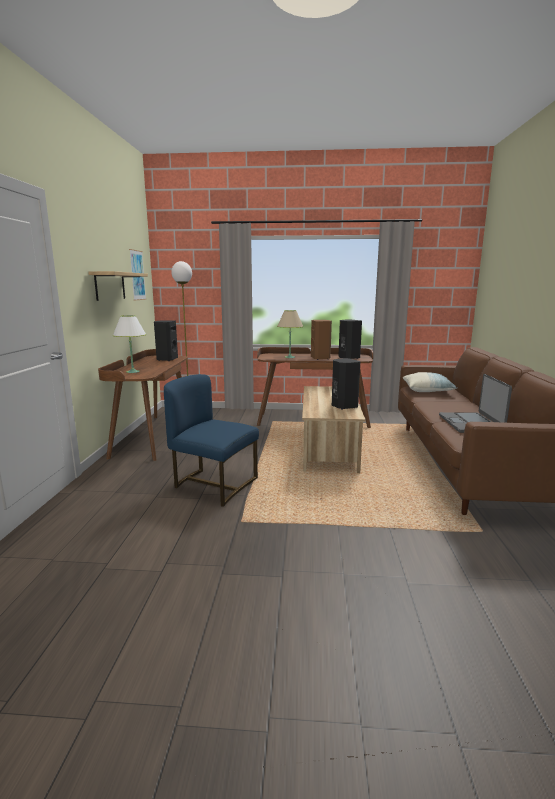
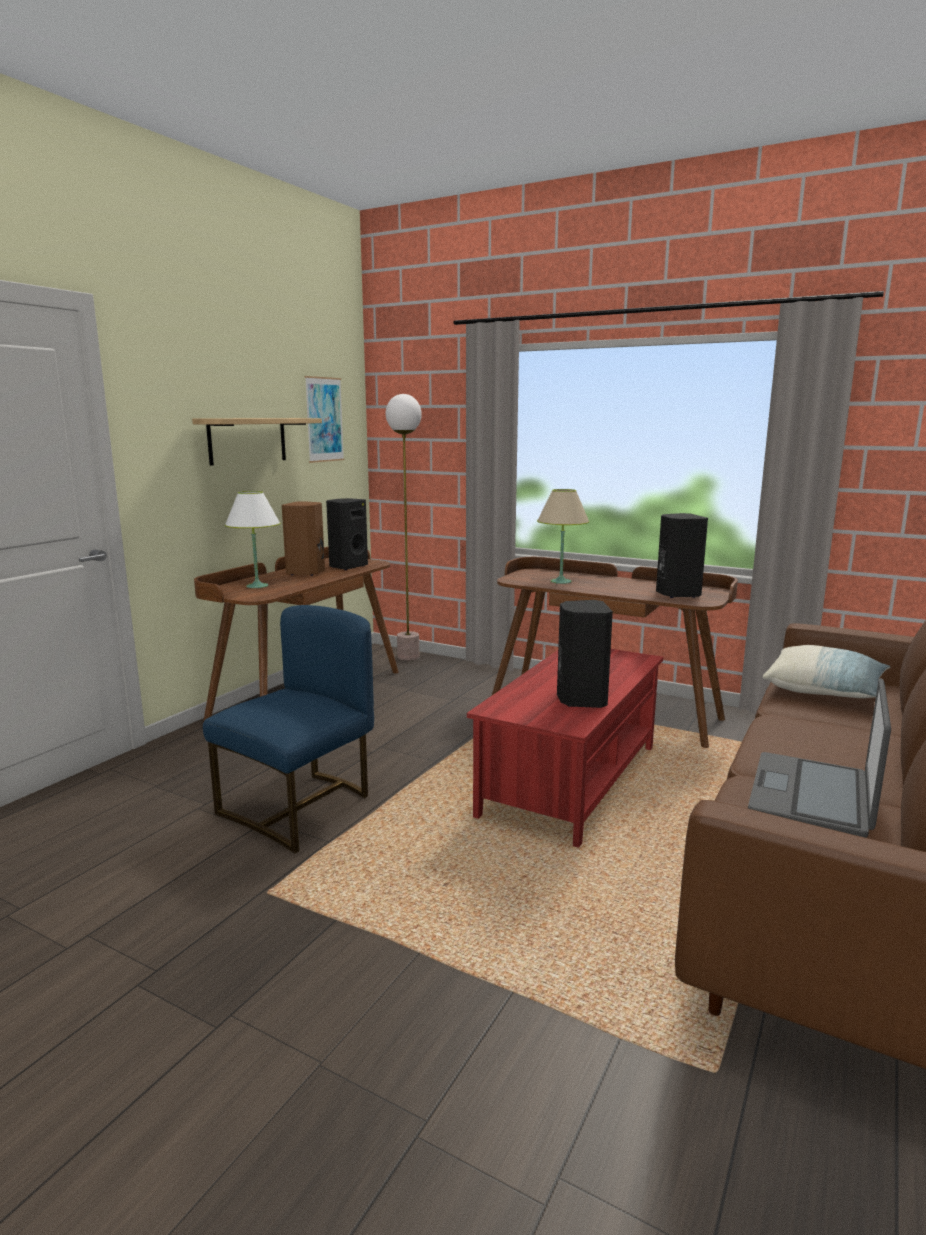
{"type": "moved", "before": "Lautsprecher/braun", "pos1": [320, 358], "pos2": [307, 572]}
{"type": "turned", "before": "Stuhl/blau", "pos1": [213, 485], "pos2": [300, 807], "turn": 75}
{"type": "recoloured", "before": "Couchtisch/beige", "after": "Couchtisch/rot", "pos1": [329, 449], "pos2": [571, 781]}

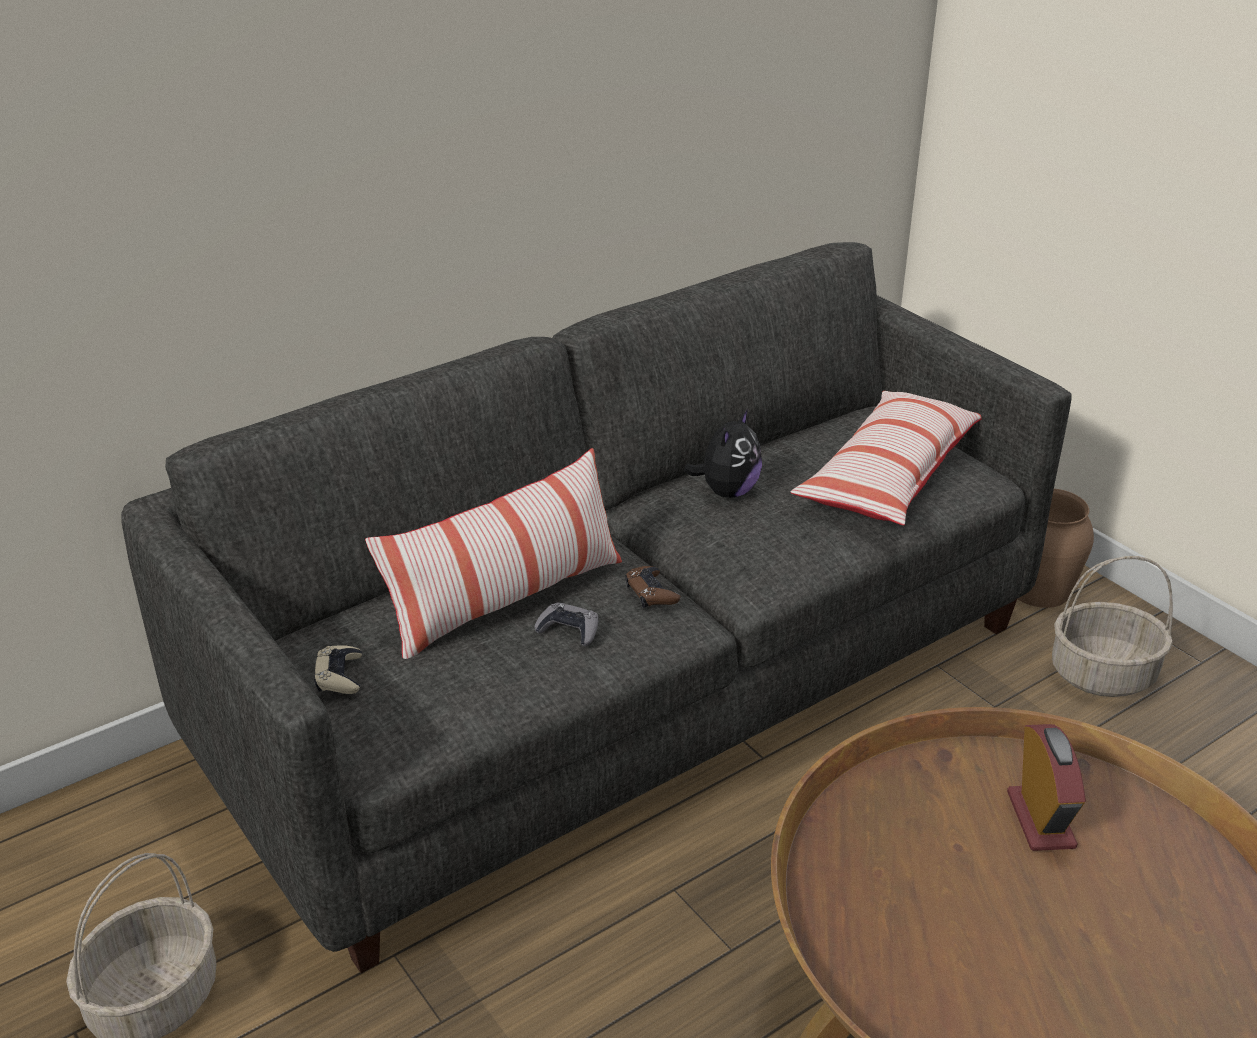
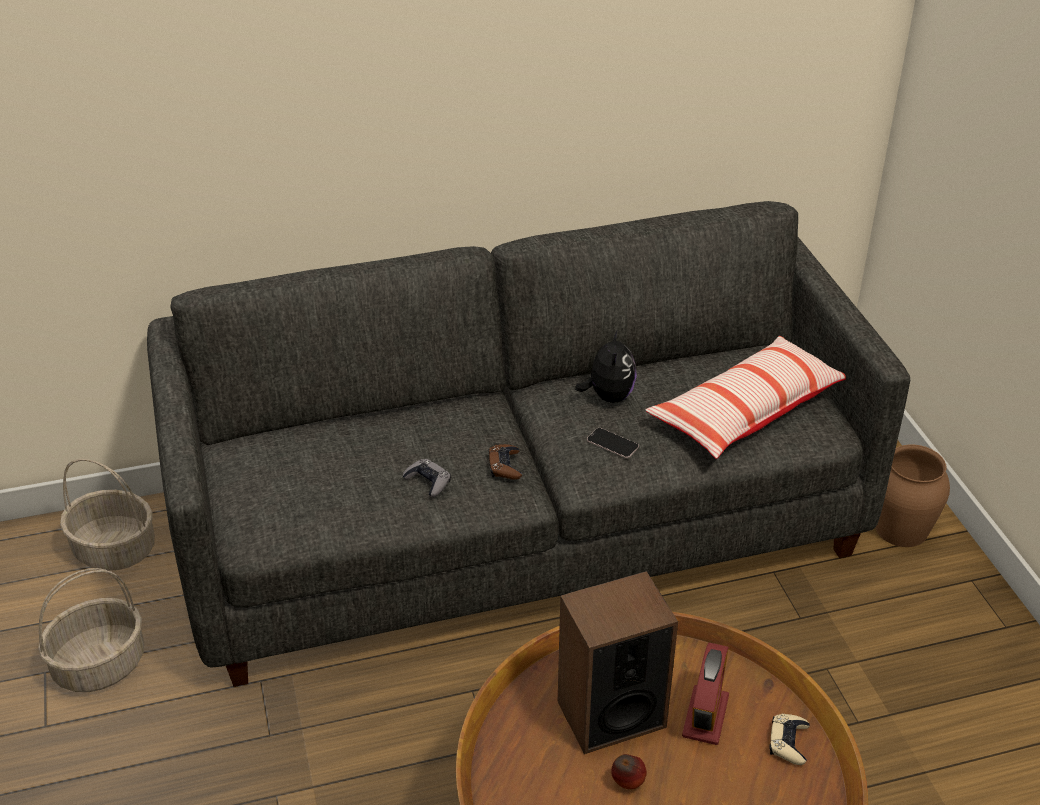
{"type": "turned", "before": "Plüschtier", "pos1": [727, 491], "pos2": [608, 396], "turn": -45}
{"type": "removed", "before": "Kissen", "pos1": [506, 602]}
{"type": "moved", "before": "Korb", "pos1": [1101, 675], "pos2": [113, 550]}
{"type": "moved", "before": "Gamepad/beige", "pos1": [339, 676], "pos2": [788, 742]}
{"type": "added", "after": "Handy", "pos2": [612, 443]}
{"type": "added", "after": "Lautsprecher", "pos2": [610, 714]}
{"type": "added", "after": "Apfel", "pos2": [627, 783]}

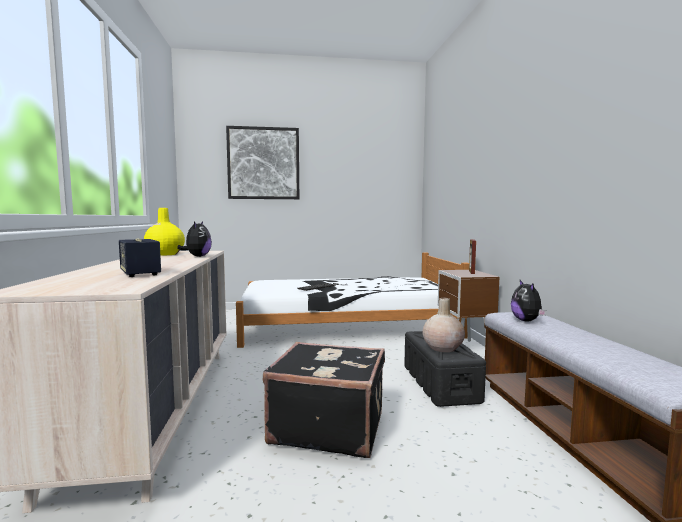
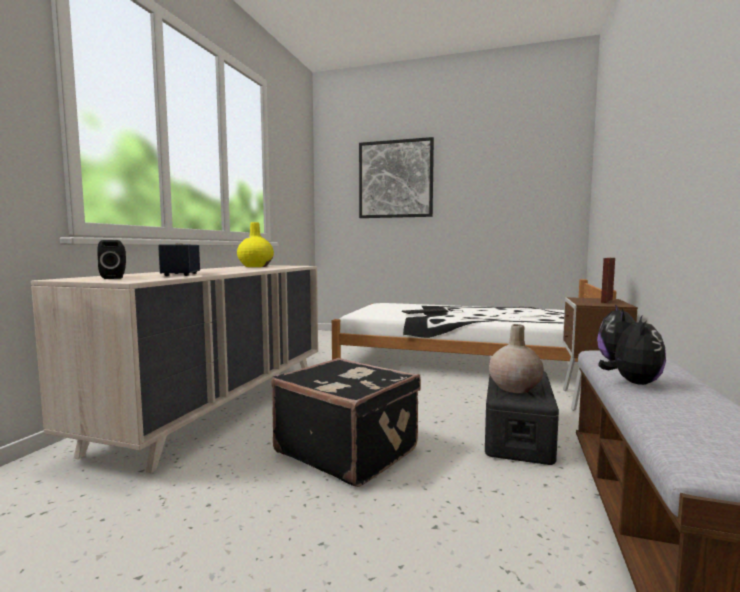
{"type": "moved", "before": "Plüschtier", "pos1": [197, 256], "pos2": [633, 382]}
{"type": "added", "after": "Lautsprecher/schwarz", "pos2": [115, 278]}

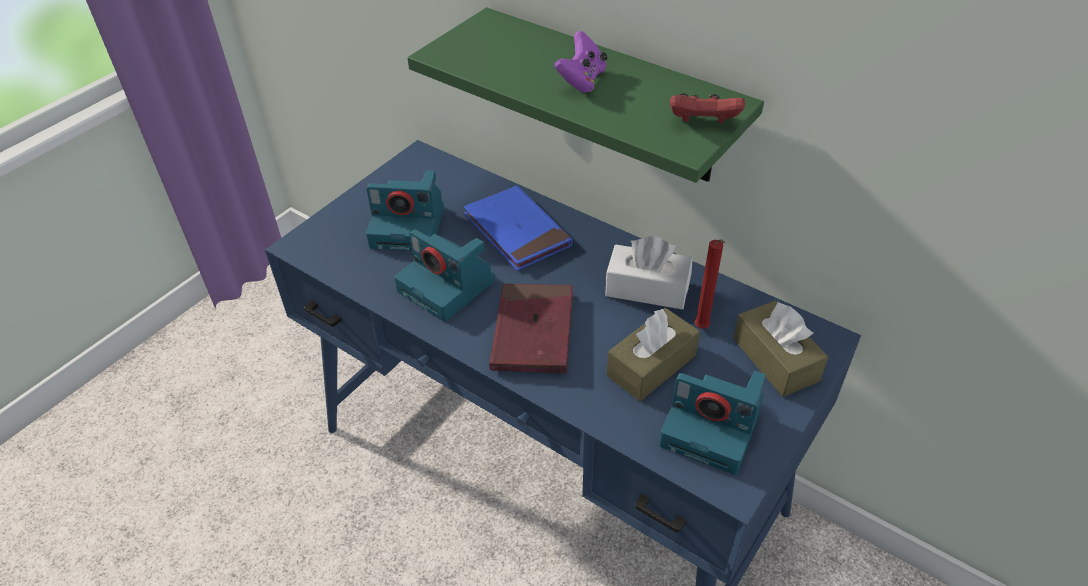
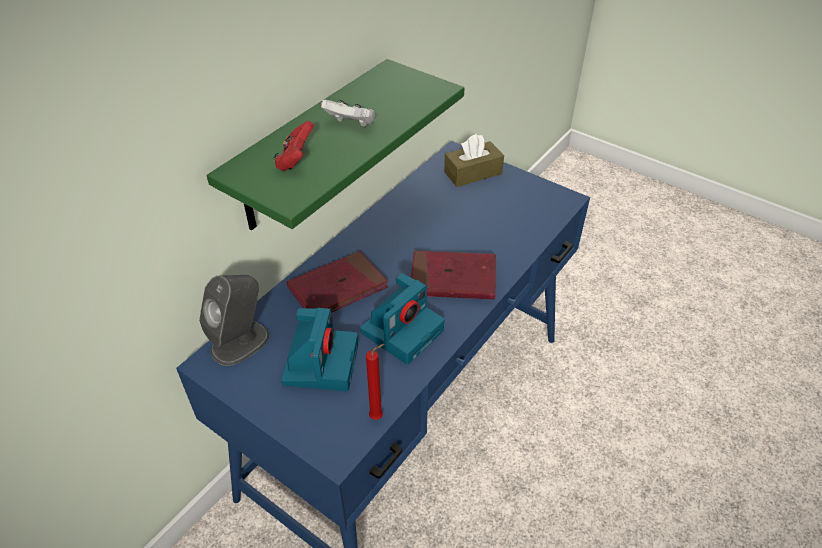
{"type": "recoloured", "before": "Gamepad/lila", "after": "Gamepad/weiß", "pos1": [582, 80], "pos2": [351, 125]}
{"type": "moved", "before": "Gamepad/rot", "pos1": [703, 124], "pos2": [295, 160]}
{"type": "recoloured", "before": "Buch/blau", "after": "Buch/rot", "pos1": [517, 231], "pos2": [338, 288]}
{"type": "removed", "before": "Taschentuchbox/weiß", "pos1": [647, 288]}
{"type": "moved", "before": "Kerze/rot", "pos1": [702, 329], "pos2": [378, 416]}
{"type": "removed", "before": "Taschentuchbox/braun", "pos1": [651, 365]}
{"type": "removed", "before": "Kamera", "pos1": [713, 427]}
{"type": "added", "after": "Lautsprecher/grau", "pos2": [241, 342]}

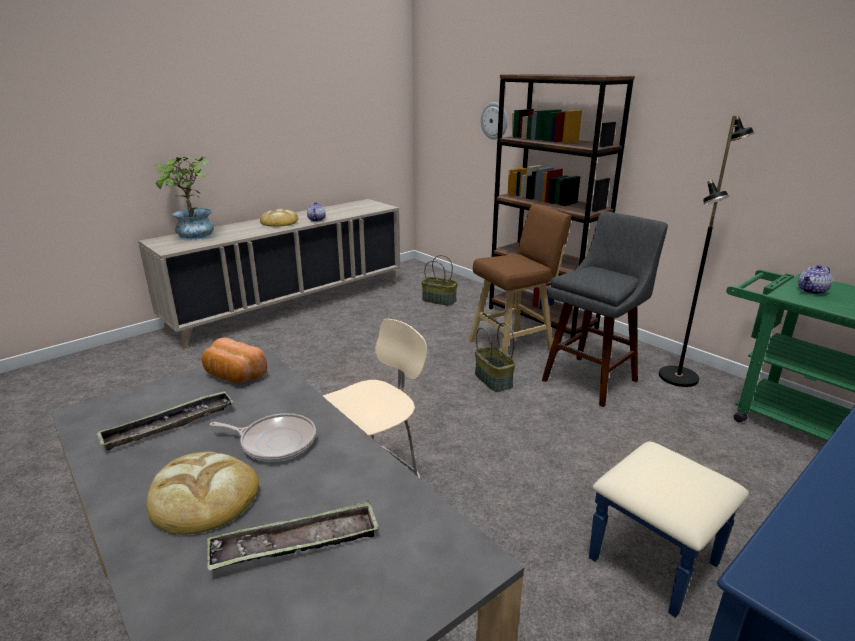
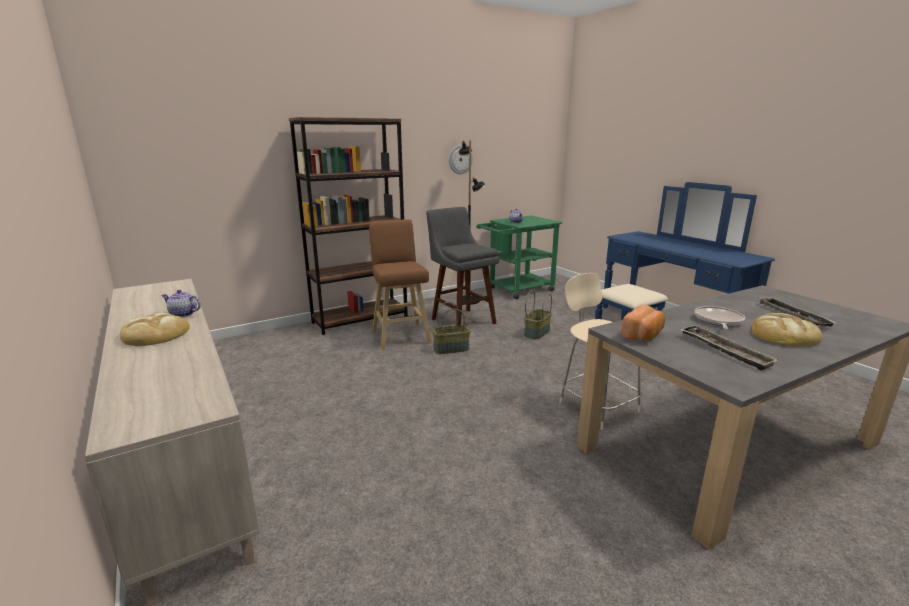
{"type": "moved", "before": "Wanduhr", "pos1": [494, 120], "pos2": [460, 159]}
{"type": "removed", "before": "Topfpflanze", "pos1": [193, 237]}
{"type": "moved", "before": "Korb", "pos1": [439, 300], "pos2": [536, 332]}

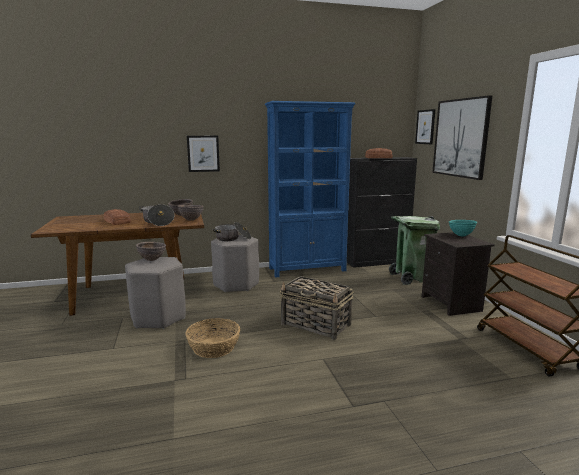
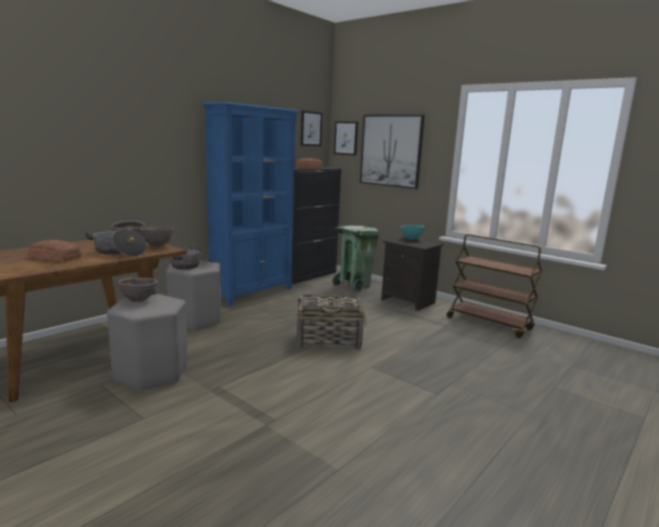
{"type": "moved", "before": "Bild", "pos1": [203, 153], "pos2": [311, 129]}
{"type": "removed", "before": "Korb", "pos1": [213, 347]}

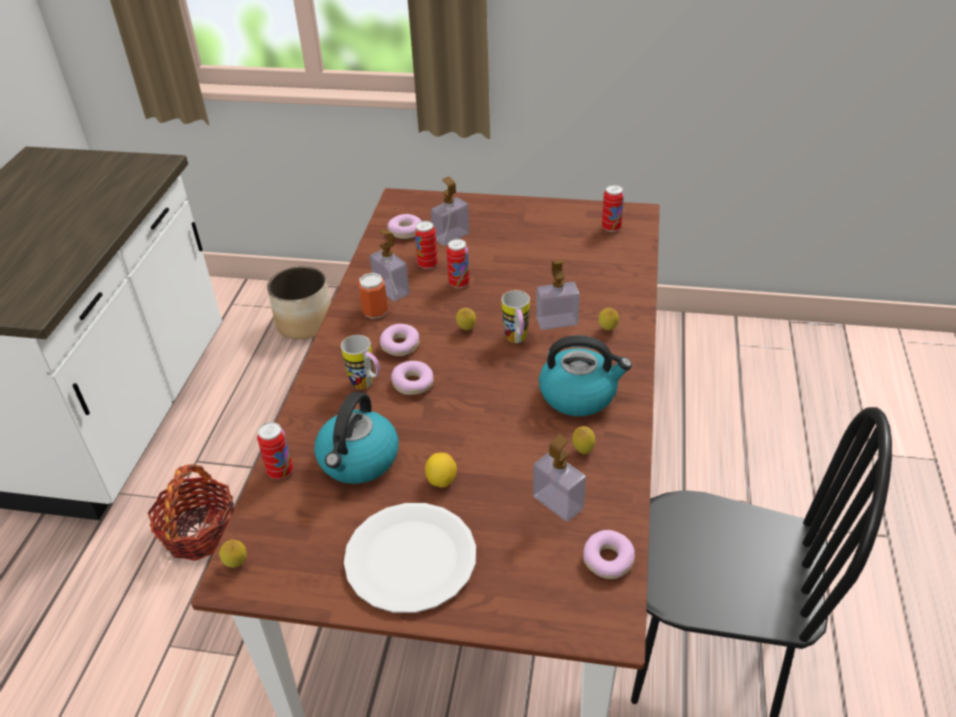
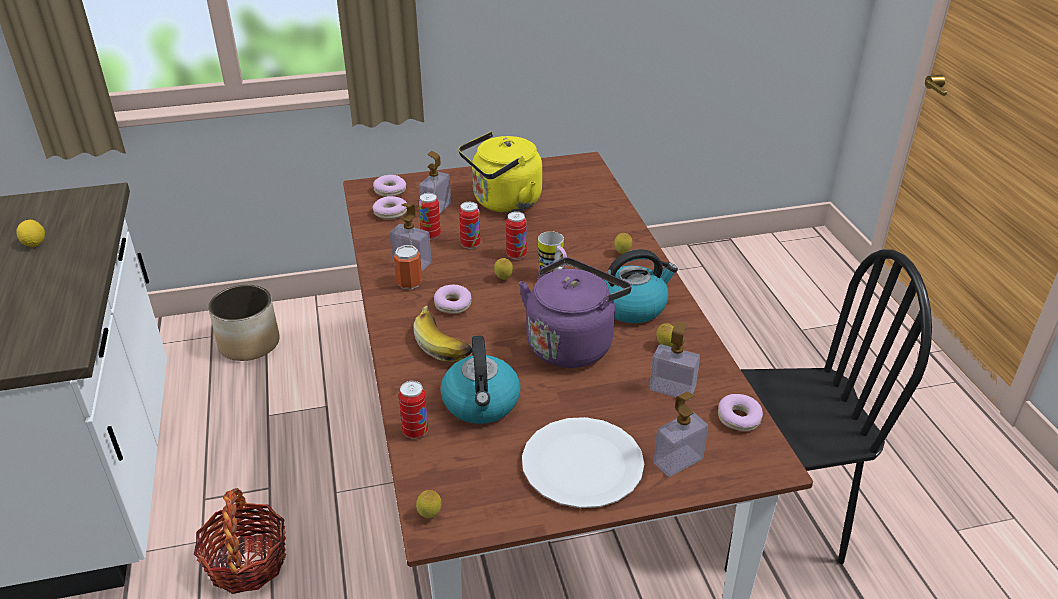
{"type": "moved", "before": "Dose", "pos1": [611, 228], "pos2": [516, 255]}
{"type": "moved", "before": "Seifenspender", "pos1": [557, 321], "pos2": [678, 461]}
{"type": "replaced", "before": "Henkelbecher", "after": "Banane", "pos1": [367, 385], "pos2": [445, 343]}
{"type": "moved", "before": "Donut", "pos1": [413, 383], "pos2": [390, 191]}
{"type": "moved", "before": "Zitrone", "pos1": [441, 480], "pos2": [34, 244]}
{"type": "added", "after": "Wasserkessel/gelb", "pos2": [503, 202]}
{"type": "added", "after": "Wasserkessel/lila", "pos2": [572, 343]}

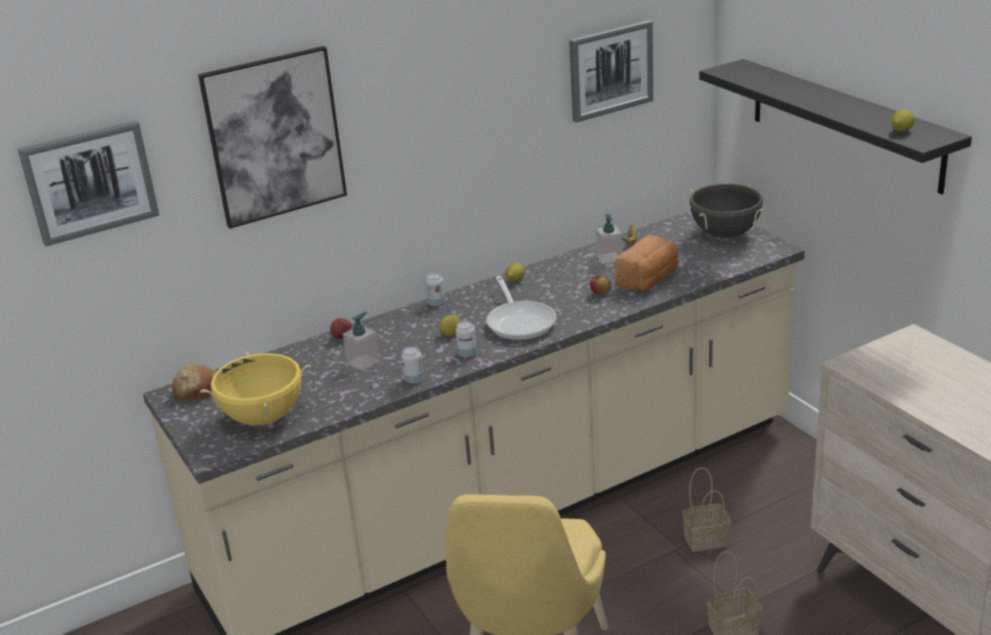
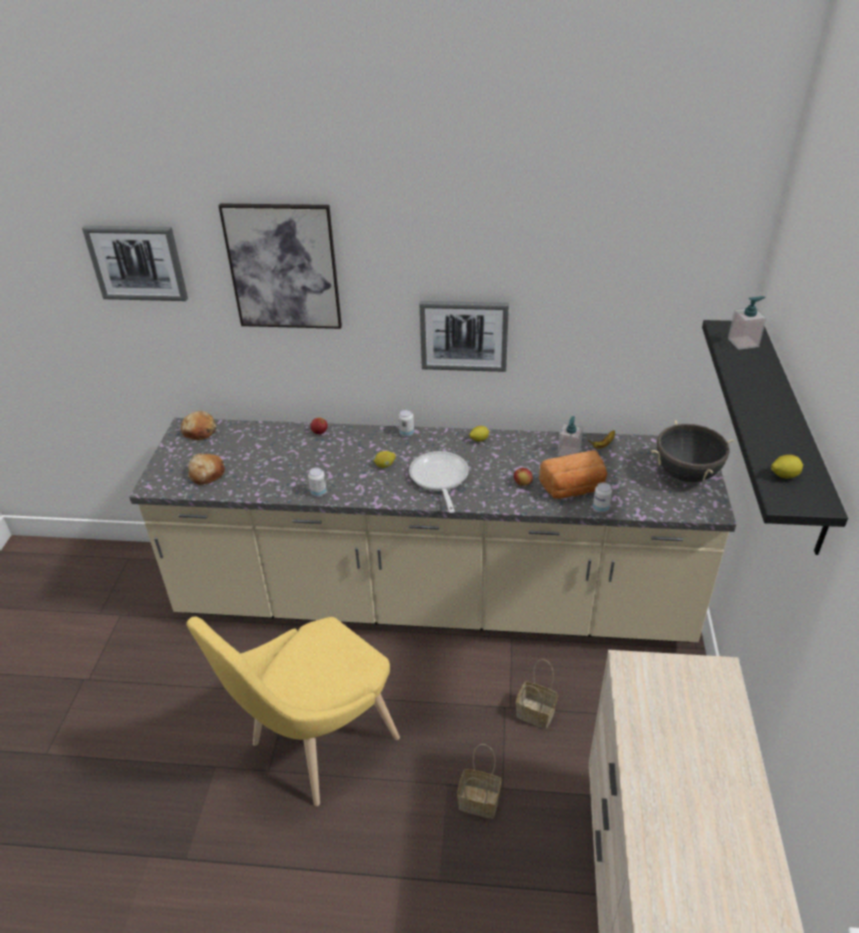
{"type": "moved", "before": "Bild", "pos1": [610, 70], "pos2": [464, 335]}
{"type": "turned", "before": "Pfanne", "pos1": [520, 322], "pos2": [439, 479], "turn": 150}
{"type": "moved", "before": "Seifenspender", "pos1": [363, 362], "pos2": [743, 343]}
{"type": "moved", "before": "Dose", "pos1": [467, 353], "pos2": [600, 508]}
{"type": "replaced", "before": "Kochtopf/gelb", "after": "Brot", "pos1": [263, 418], "pos2": [206, 474]}

